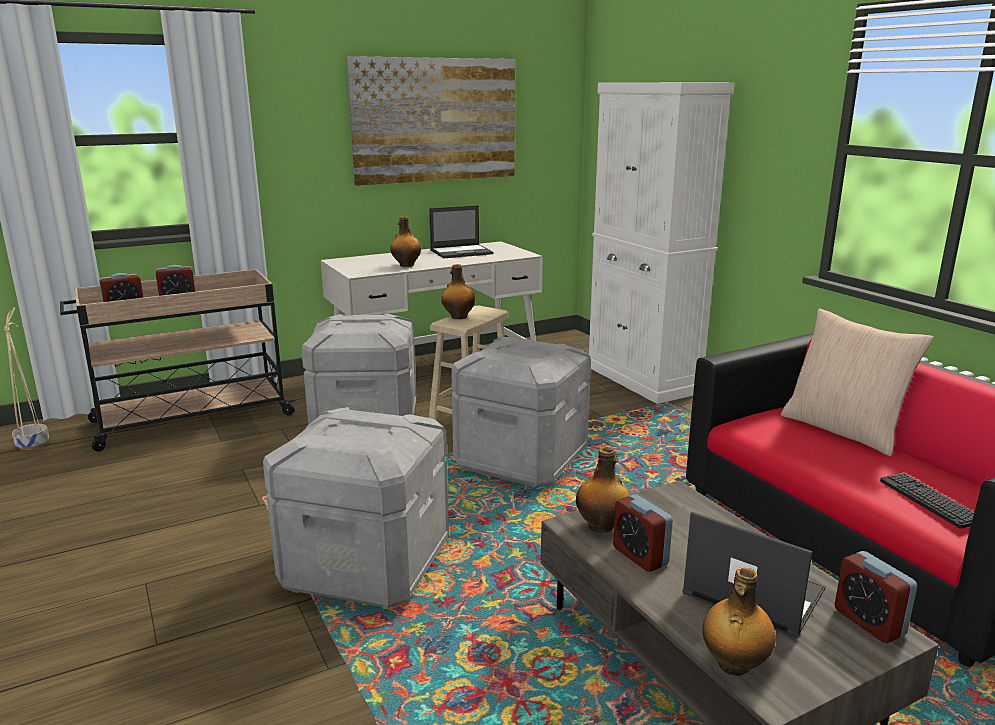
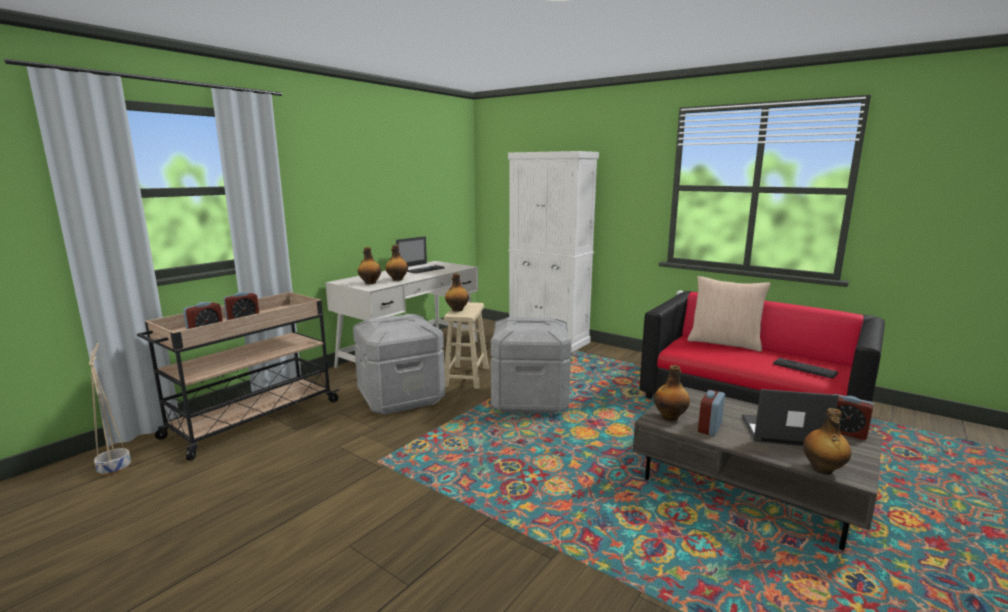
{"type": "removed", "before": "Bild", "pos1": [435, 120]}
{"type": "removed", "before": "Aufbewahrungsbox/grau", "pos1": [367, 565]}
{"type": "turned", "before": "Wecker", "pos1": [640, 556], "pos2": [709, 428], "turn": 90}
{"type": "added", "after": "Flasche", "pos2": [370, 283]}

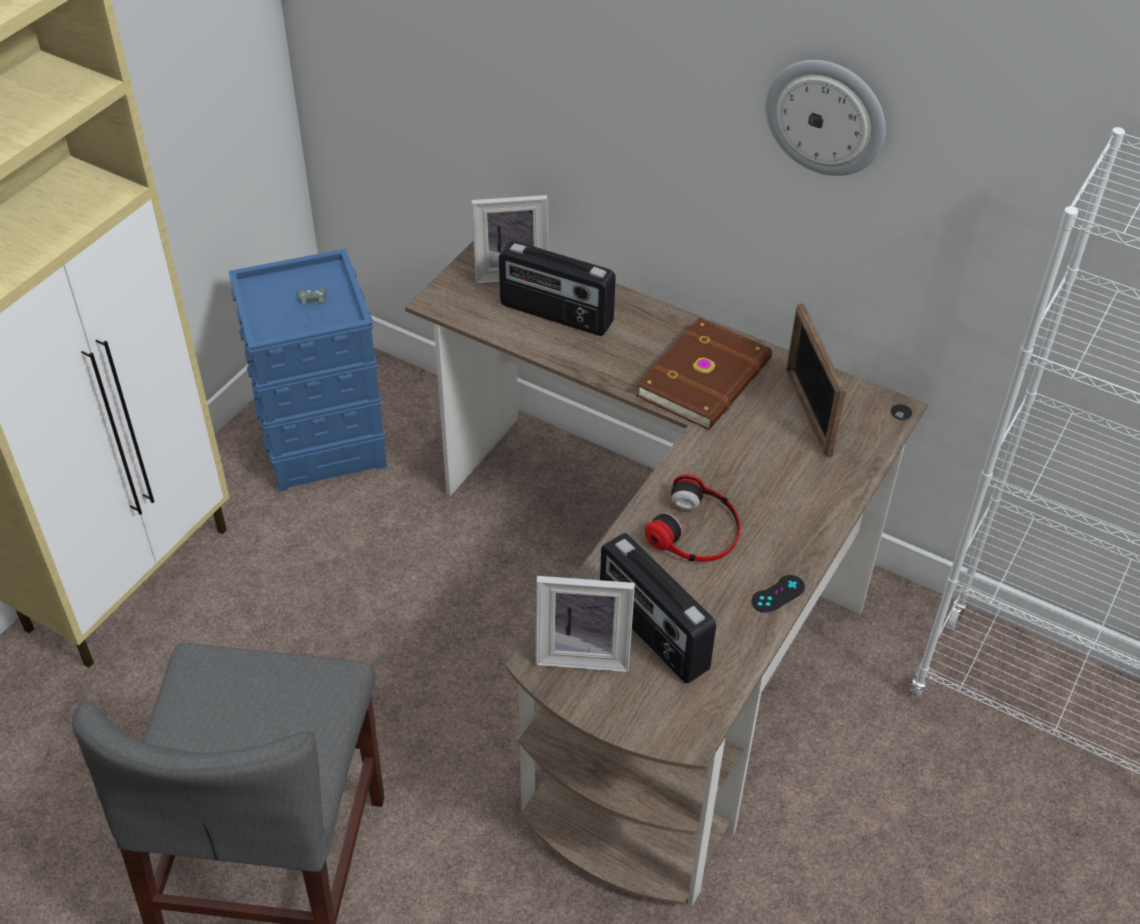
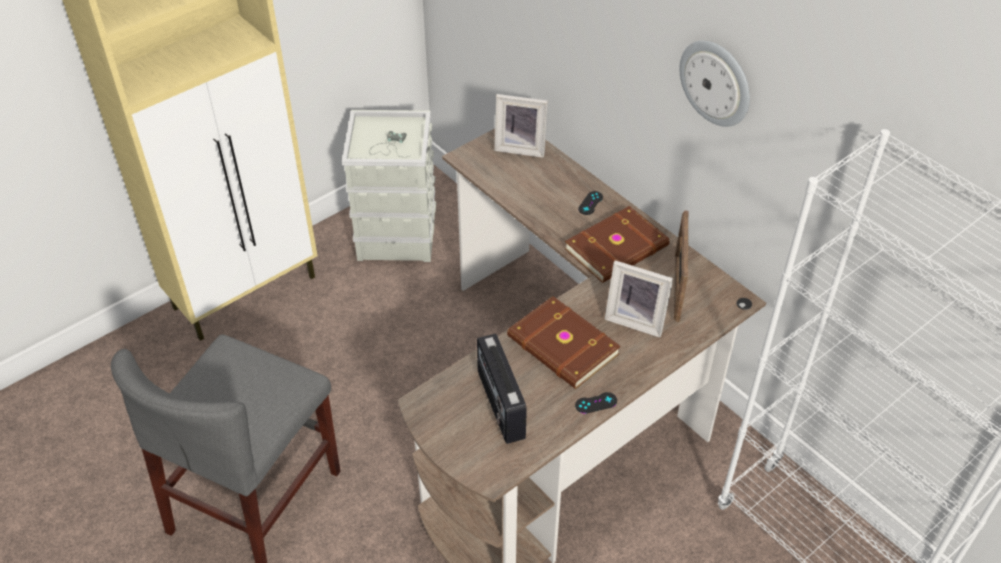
{"type": "removed", "before": "Radio", "pos1": [555, 315]}
{"type": "recoloured", "before": "Aufbewahrungsbox/blau", "after": "Aufbewahrungsbox/grau", "pos1": [323, 440], "pos2": [398, 235]}
{"type": "replaced", "before": "Kopfhörer", "after": "Buch/braun", "pos1": [697, 530], "pos2": [562, 347]}
{"type": "moved", "before": "Bilderrahmen", "pos1": [583, 652], "pos2": [636, 319]}
{"type": "added", "after": "Gamepad/schwarz", "pos2": [590, 203]}

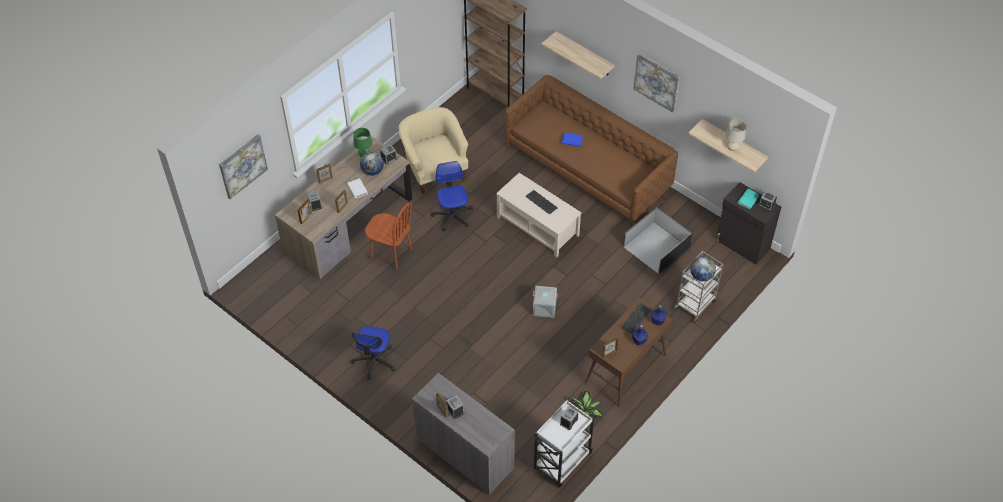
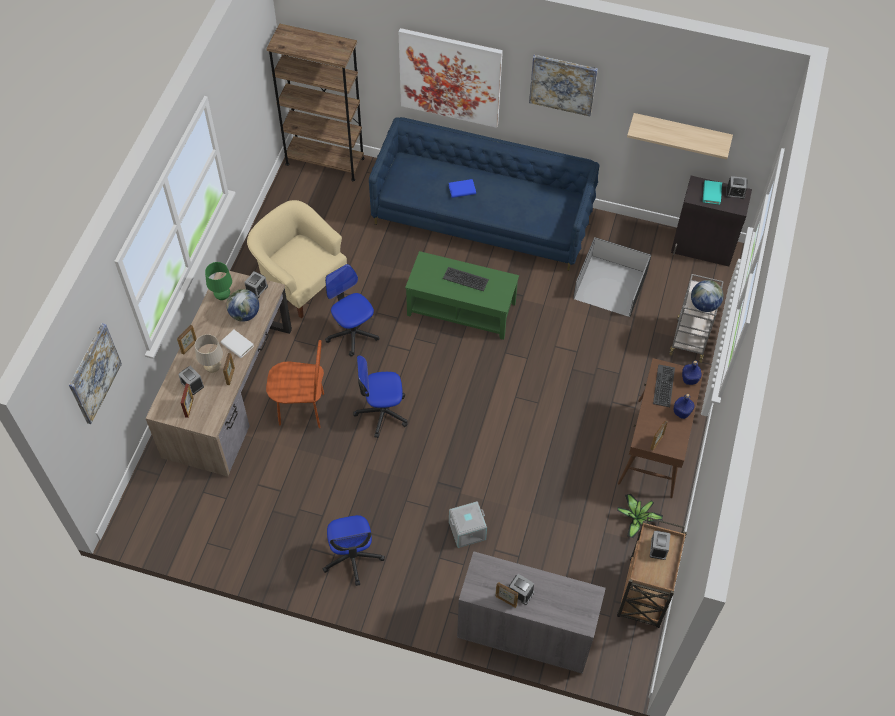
{"type": "replaced", "before": "Wandregal", "after": "Bild", "pos1": [584, 54], "pos2": [450, 77]}
{"type": "recoloured", "before": "Sofa/braun", "after": "Sofa/blau", "pos1": [587, 169], "pos2": [482, 217]}
{"type": "moved", "before": "Tischlampe/beige", "pos1": [732, 148], "pos2": [213, 368]}
{"type": "recoloured", "before": "Couchtisch/beige", "after": "Couchtisch/grün", "pos1": [538, 226], "pos2": [461, 309]}
{"type": "moved", "before": "Aufbewahrungsbox/grau", "pos1": [544, 308], "pos2": [467, 531]}
{"type": "recoloured", "before": "Rollwagen/weiß", "after": "Rollwagen/braun", "pos1": [562, 462], "pos2": [644, 594]}
{"type": "added", "after": "Bürostuhl", "pos2": [382, 412]}

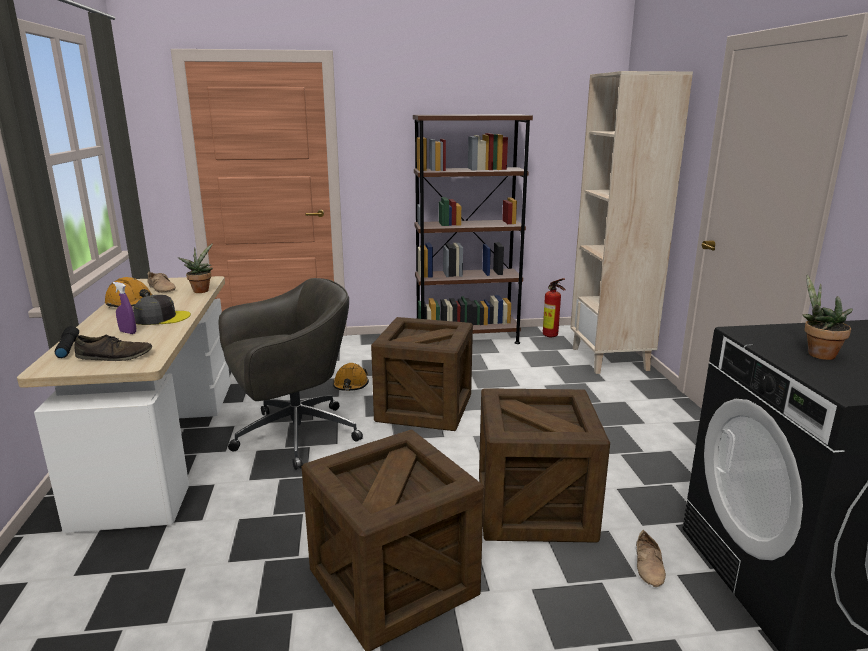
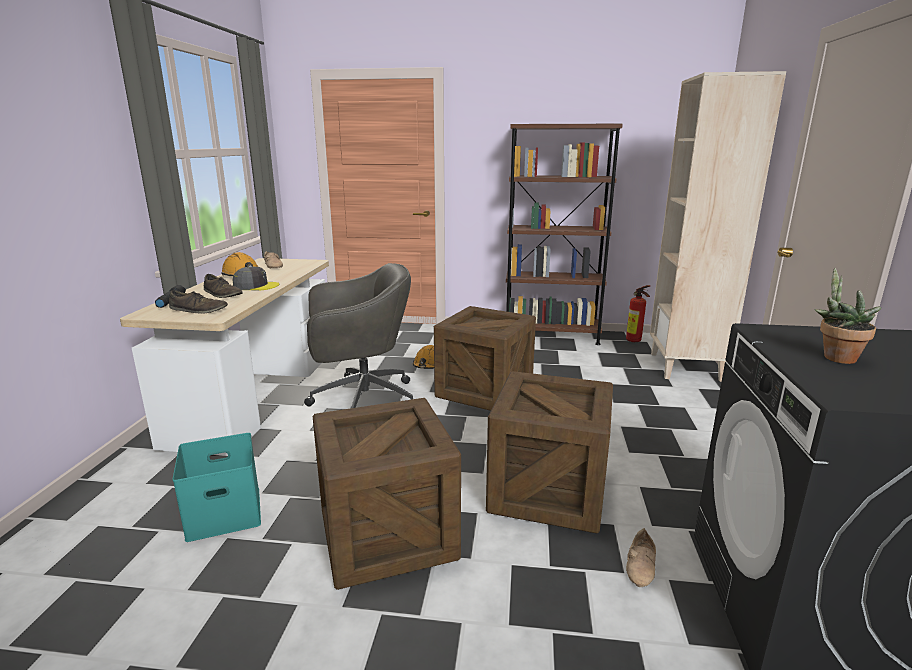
{"type": "removed", "before": "Topfpflanze", "pos1": [201, 290]}
{"type": "replaced", "before": "Sprühflasche/lila", "after": "Schuh/braun", "pos1": [128, 332], "pos2": [222, 294]}
{"type": "added", "after": "Aufbewahrungsbox/türkis", "pos2": [226, 511]}

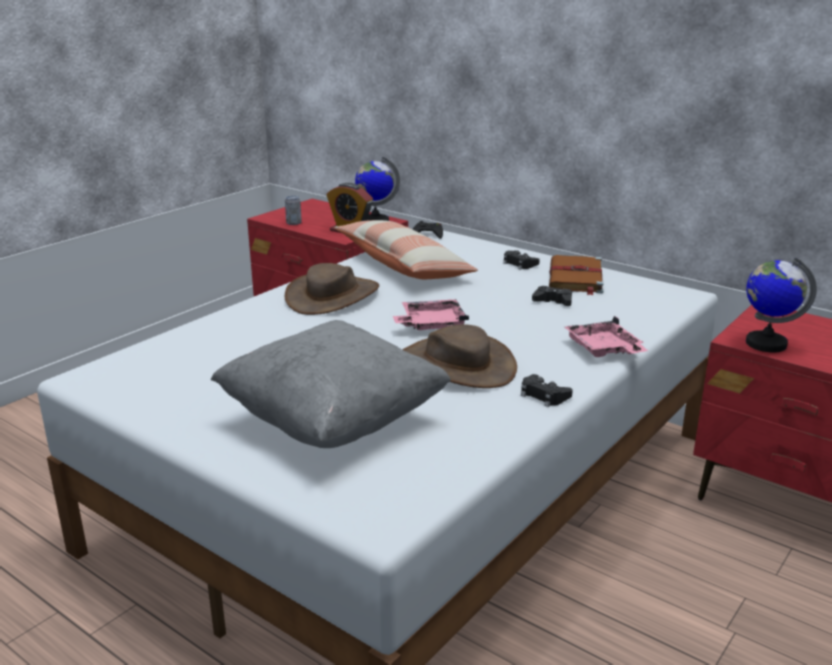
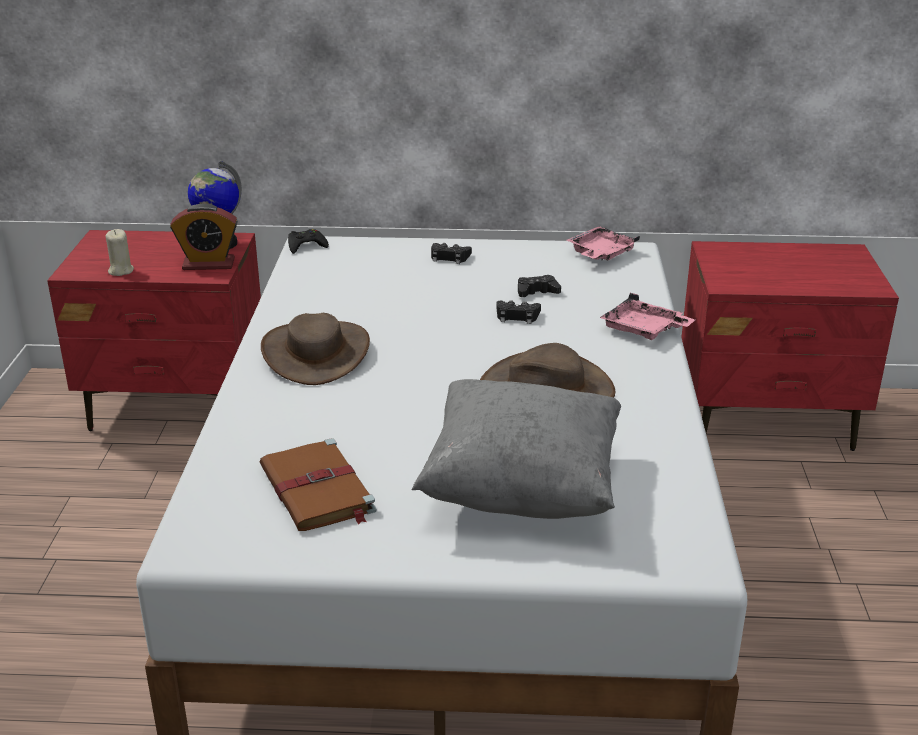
{"type": "replaced", "before": "Dose", "after": "Kerze/beige", "pos1": [293, 223], "pos2": [120, 271]}
{"type": "removed", "before": "Kissen", "pos1": [403, 266]}
{"type": "moved", "before": "Buch/braun", "pos1": [576, 278], "pos2": [318, 490]}
{"type": "removed", "before": "Globus", "pos1": [765, 343]}
{"type": "moved", "before": "Tablett/rosa", "pos1": [431, 324], "pos2": [600, 254]}
{"type": "moved", "before": "Gamepad/schwarz", "pos1": [543, 395], "pos2": [517, 316]}

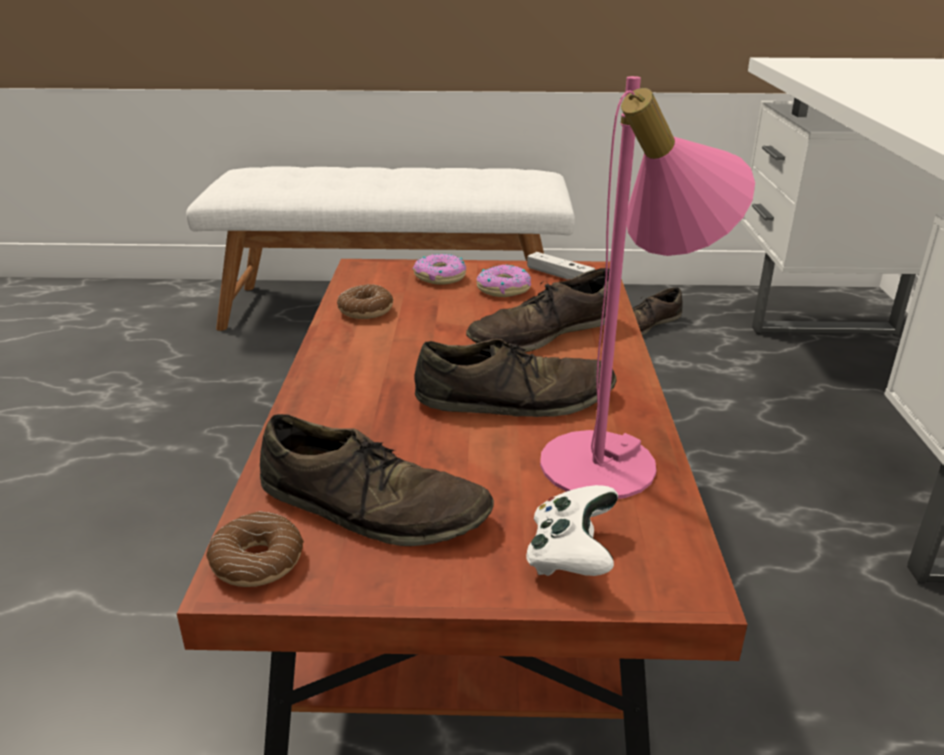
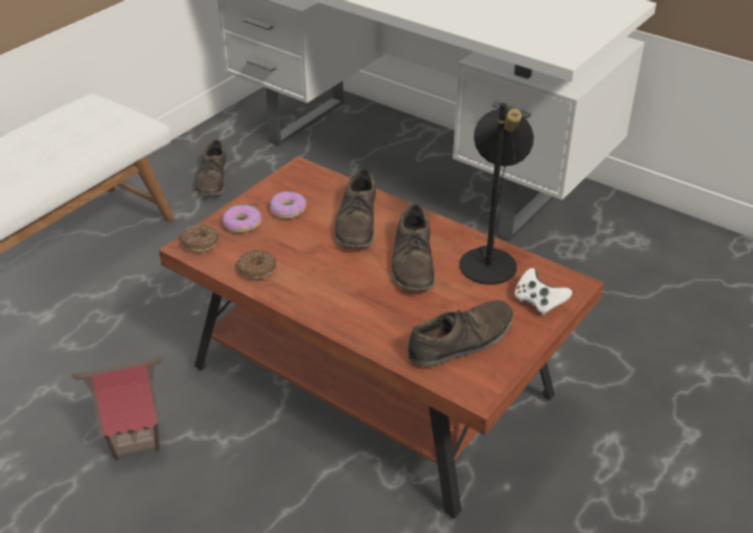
{"type": "recoloured", "before": "Tischlampe/rosa", "after": "Tischlampe/schwarz", "pos1": [619, 460], "pos2": [490, 259]}
{"type": "removed", "before": "Gamepad/weiß", "pos1": [559, 275]}
{"type": "turned", "before": "Schuh/braun", "pos1": [515, 399], "pos2": [413, 262], "turn": 150}
{"type": "moved", "before": "Donut", "pos1": [257, 561], "pos2": [200, 243]}
{"type": "added", "after": "Spielzeughaus", "pos2": [135, 440]}

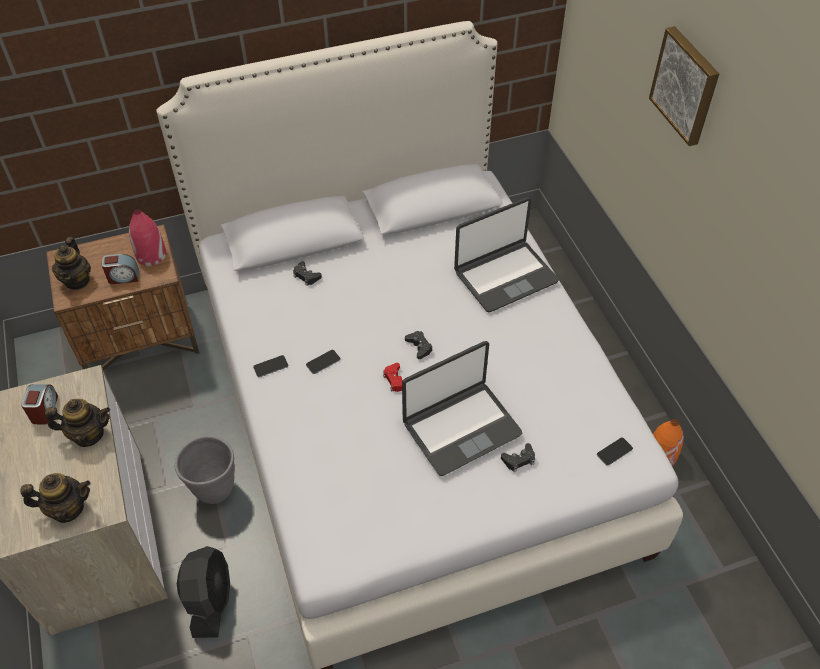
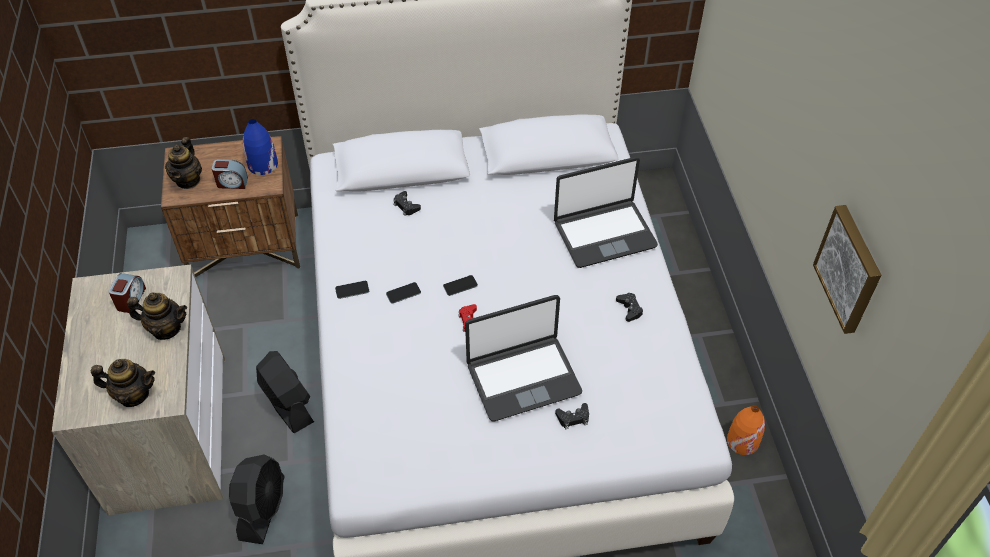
{"type": "moved", "before": "Bild", "pos1": [686, 85], "pos2": [850, 269]}
{"type": "recoloured", "before": "Vase/rot", "after": "Vase/blau", "pos1": [151, 255], "pos2": [262, 164]}
{"type": "moved", "before": "Gamepad/schwarz", "pos1": [419, 347], "pos2": [629, 309]}
{"type": "replaced", "before": "Pflanzkübel/grau", "after": "Ventilator/schwarz", "pos1": [214, 490], "pos2": [287, 403]}
{"type": "moved", "before": "Handy", "pos1": [614, 451], "pos2": [460, 285]}

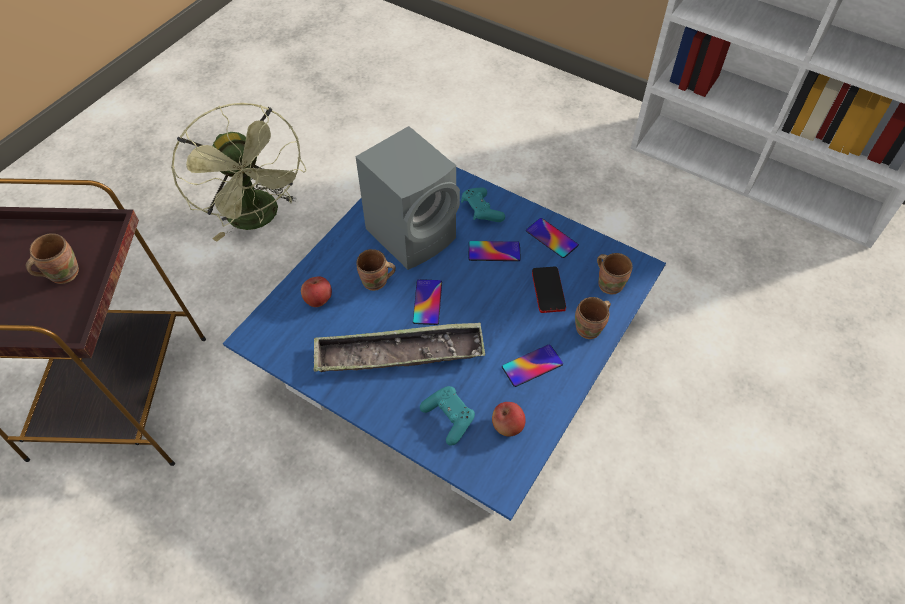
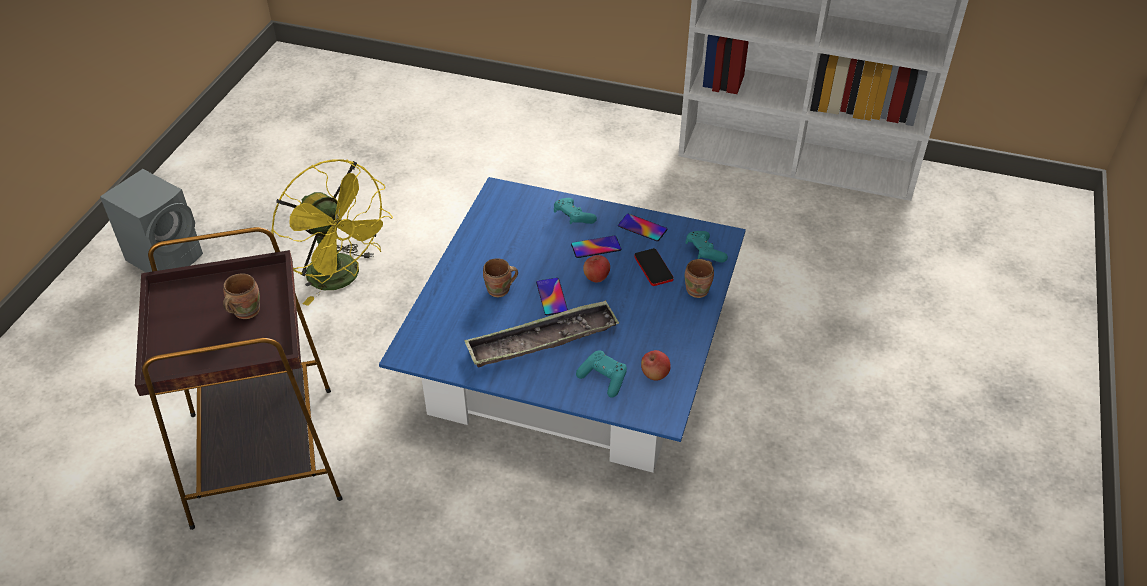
{"type": "recoloured", "before": "Ventilator/grün", "after": "Ventilator/gelb", "pos1": [258, 218], "pos2": [342, 278]}
{"type": "moved", "before": "Lautsprecher/grau", "pos1": [414, 233], "pos2": [167, 256]}
{"type": "replaced", "before": "Henkelbecher/braun", "after": "Gamepad/türkis", "pos1": [610, 283], "pos2": [704, 253]}
{"type": "moved", "before": "Apfel", "pos1": [318, 300], "pos2": [596, 277]}
{"type": "removed", "before": "Handy", "pos1": [532, 365]}

